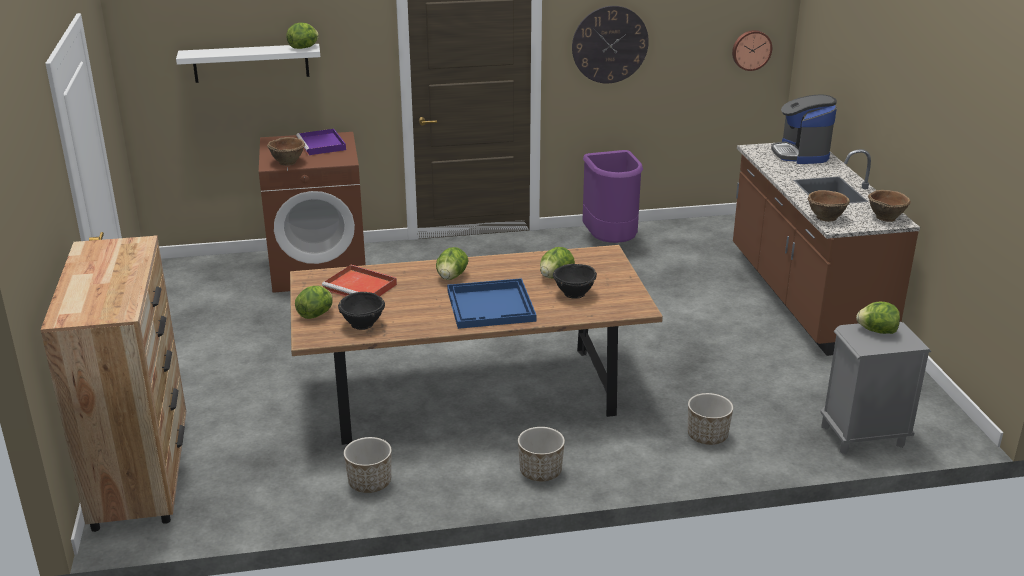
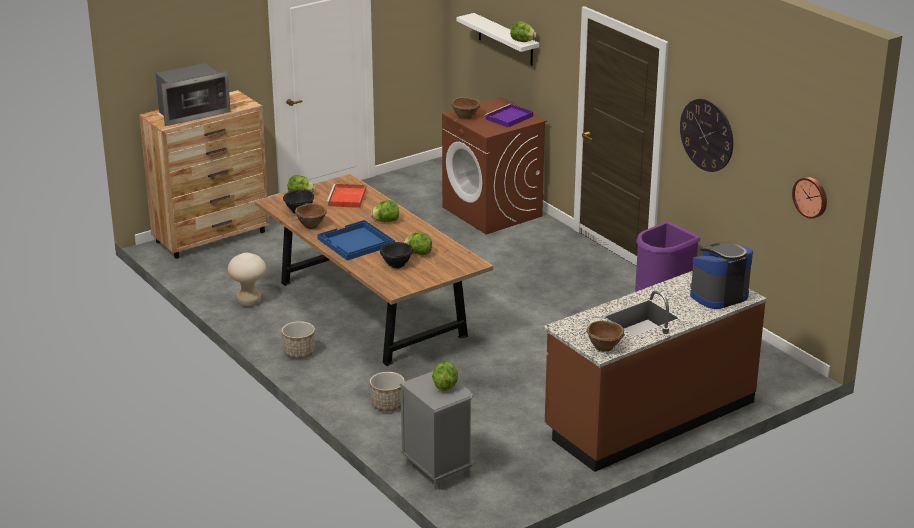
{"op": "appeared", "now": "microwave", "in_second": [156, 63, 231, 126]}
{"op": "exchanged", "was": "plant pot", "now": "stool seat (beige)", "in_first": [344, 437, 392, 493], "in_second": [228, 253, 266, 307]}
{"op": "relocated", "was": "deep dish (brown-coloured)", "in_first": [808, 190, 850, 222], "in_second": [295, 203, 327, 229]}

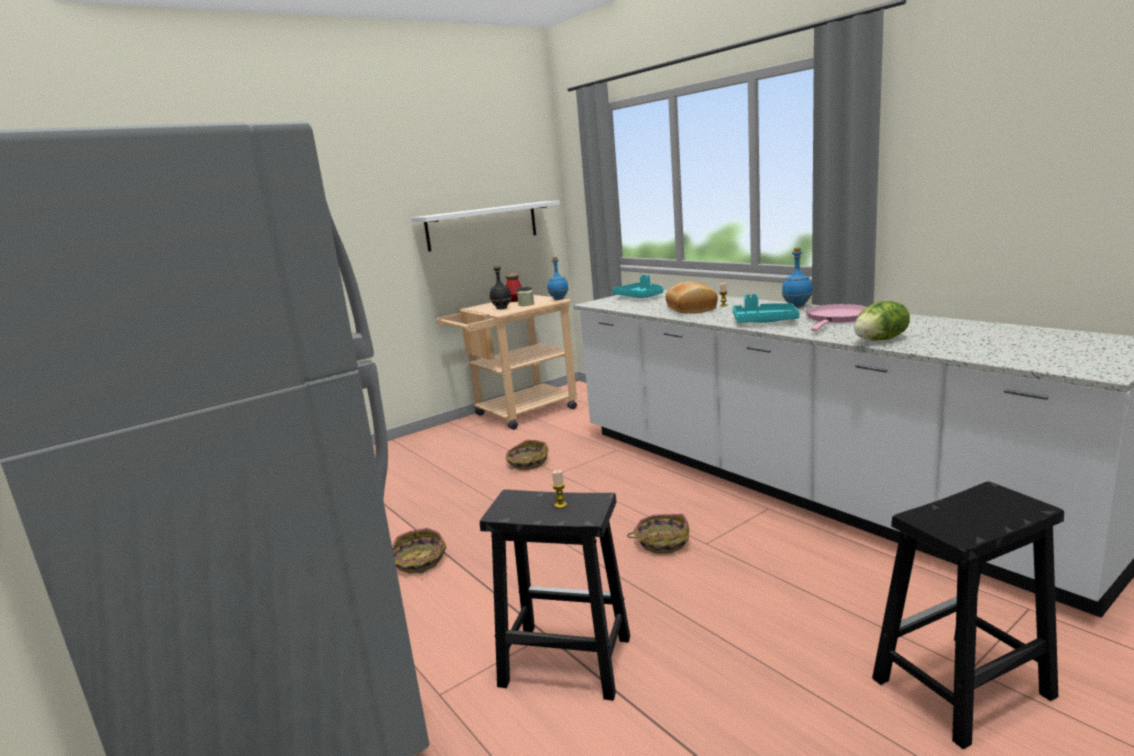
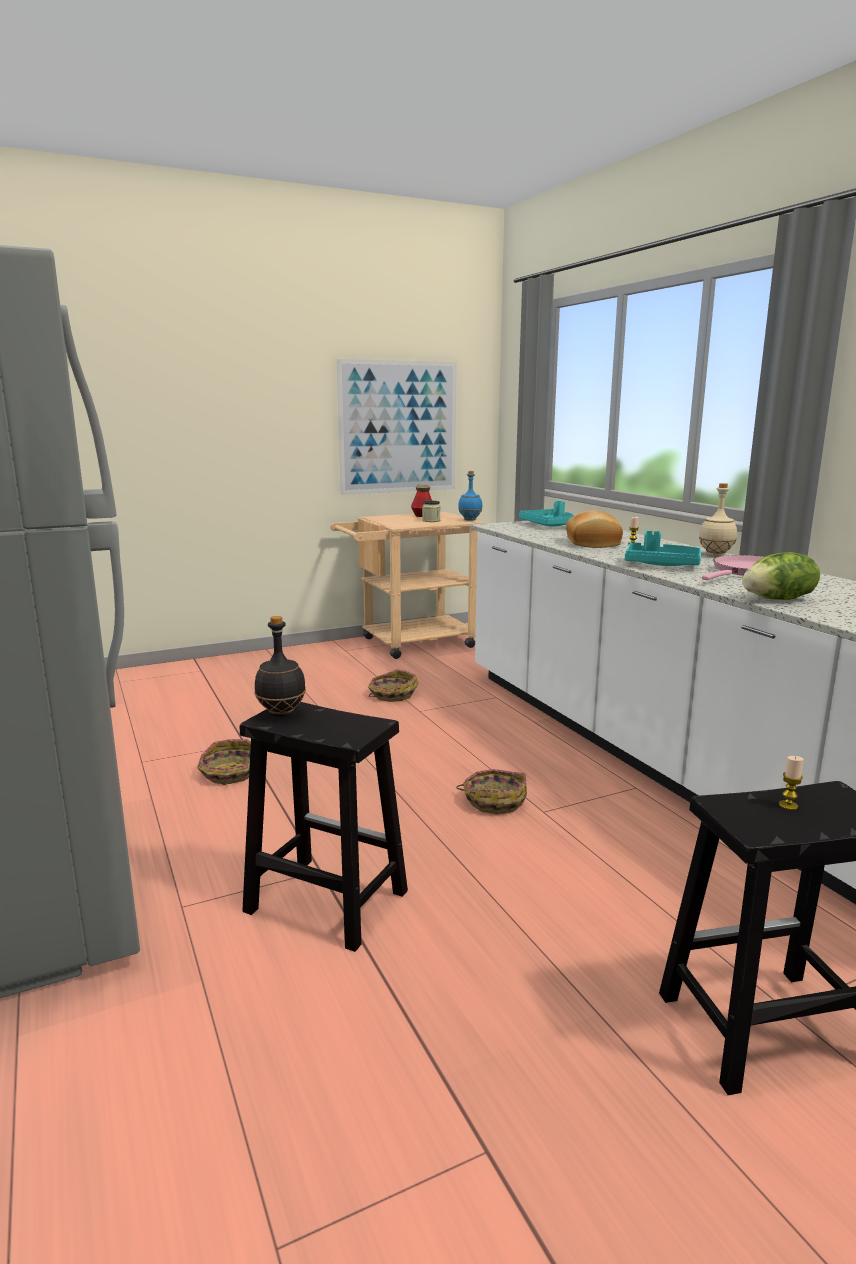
{"op": "relocated", "was": "bottle (black-coloured)", "in_first": [490, 265, 512, 309], "in_second": [255, 616, 306, 717]}
{"op": "exchanged", "was": "bracket shelf (white-coloured)", "now": "picture", "in_first": [411, 201, 560, 252], "in_second": [337, 359, 457, 495]}
{"op": "colour", "was": "bottle (bluish)", "now": "bottle (beige)", "in_first": [782, 248, 813, 308], "in_second": [699, 483, 737, 556]}
{"op": "relocated", "was": "candle", "in_first": [552, 470, 567, 508], "in_second": [779, 756, 804, 810]}

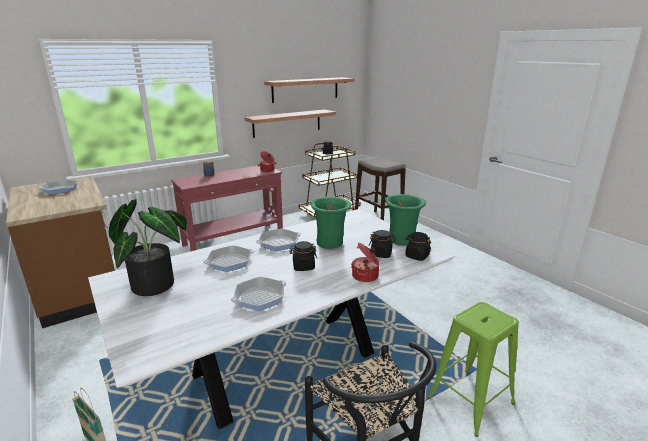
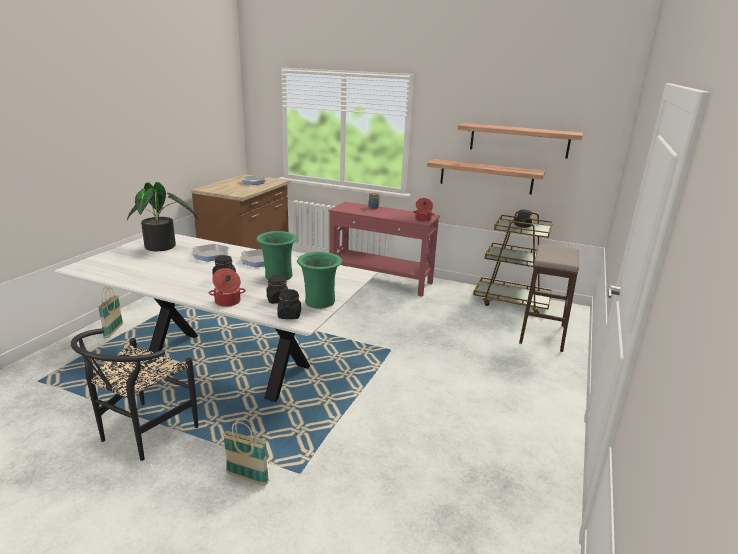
{"op": "exchanged", "was": "stool seat (greenish)", "now": "basket", "in_first": [428, 302, 519, 437], "in_second": [223, 418, 269, 486]}
{"op": "missing", "was": "skillet", "in_first": [231, 277, 286, 311]}

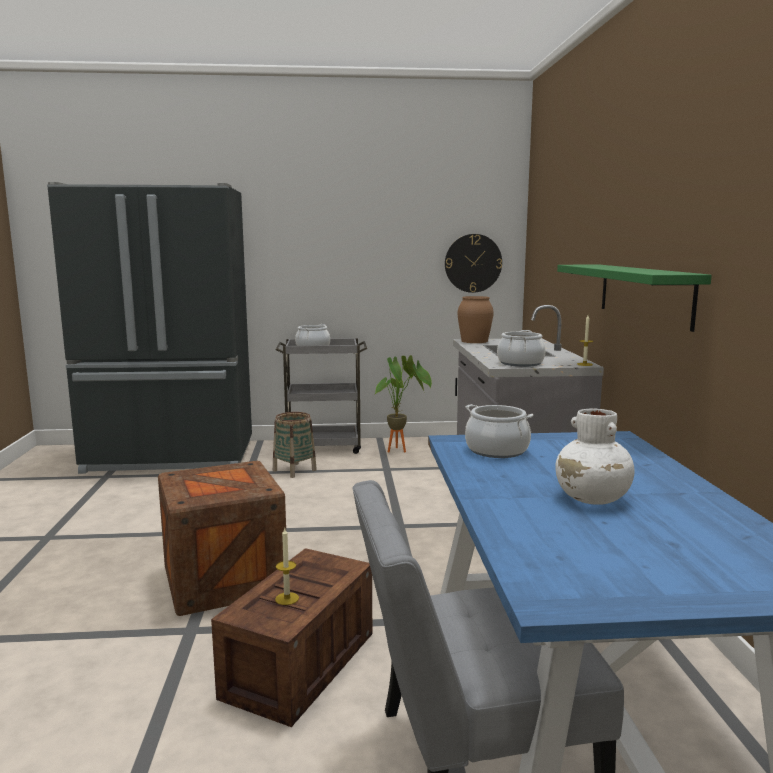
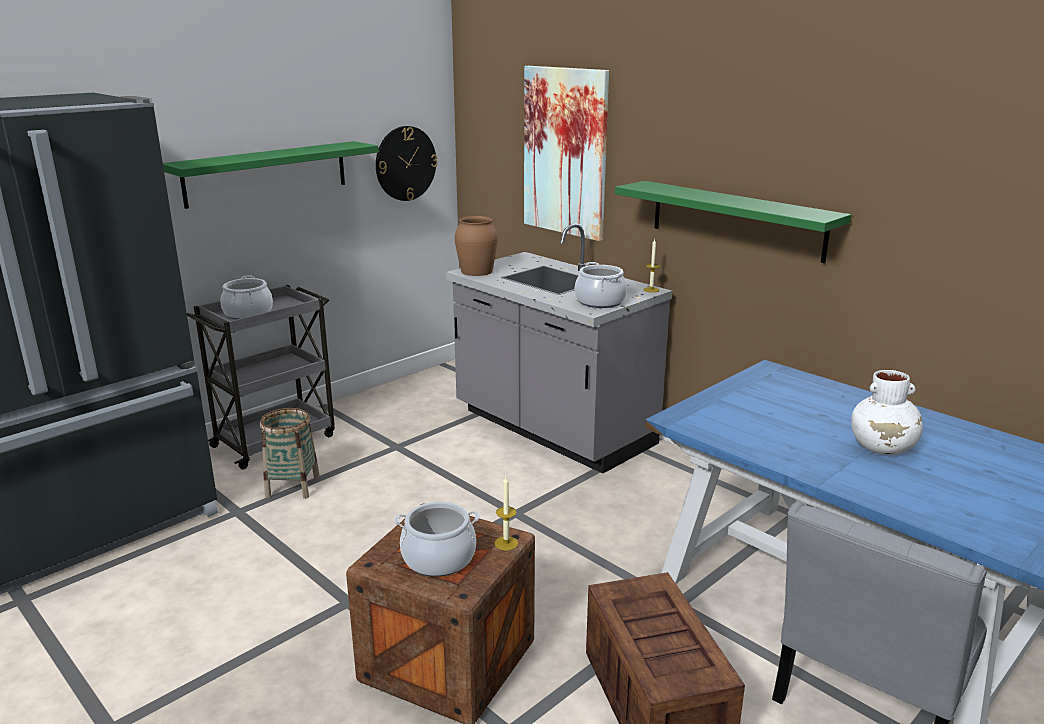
{"op": "appeared", "now": "bracket shelf (greenish)", "in_second": [163, 141, 379, 209]}
{"op": "relocated", "was": "saucepot", "in_first": [465, 404, 533, 458], "in_second": [395, 502, 479, 577]}
{"op": "relocated", "was": "candle", "in_first": [275, 528, 299, 605], "in_second": [494, 477, 518, 551]}
{"op": "appeared", "now": "picture", "in_second": [524, 66, 609, 241]}
{"op": "missing", "was": "houseplant", "in_first": [374, 355, 432, 452]}

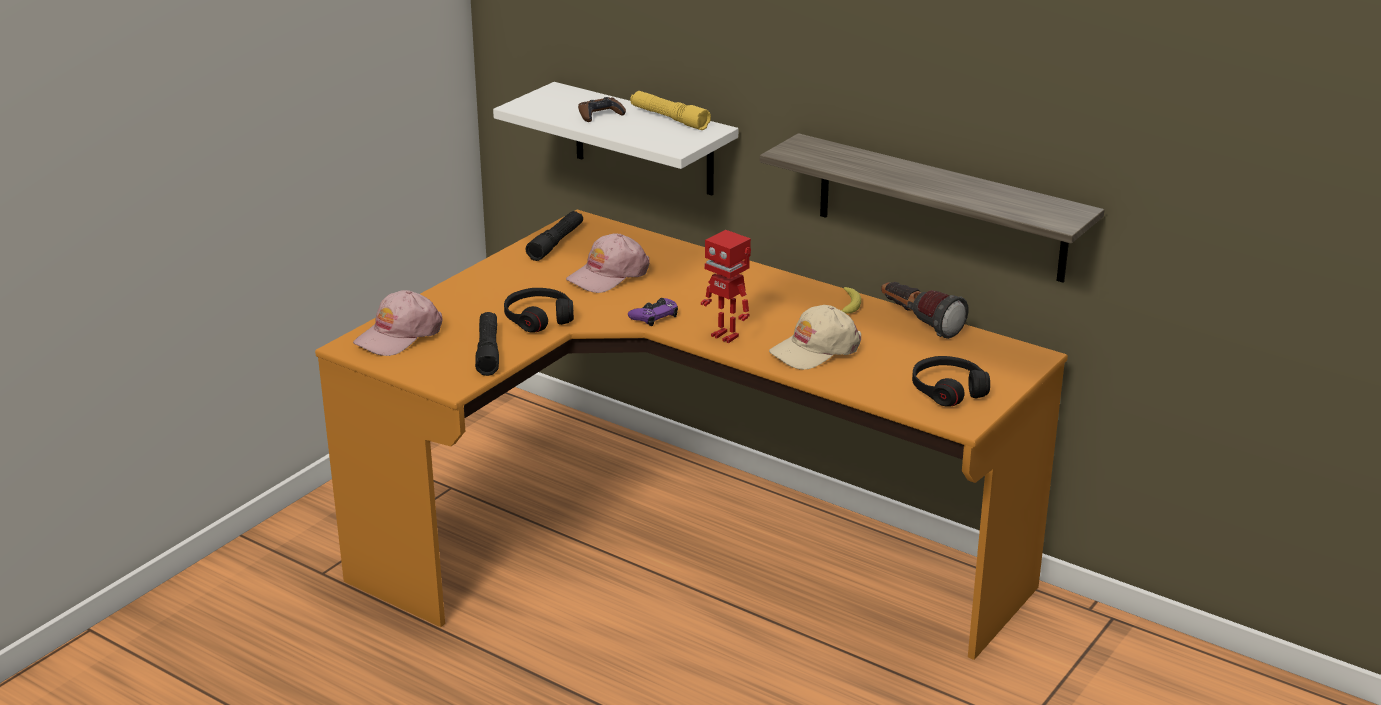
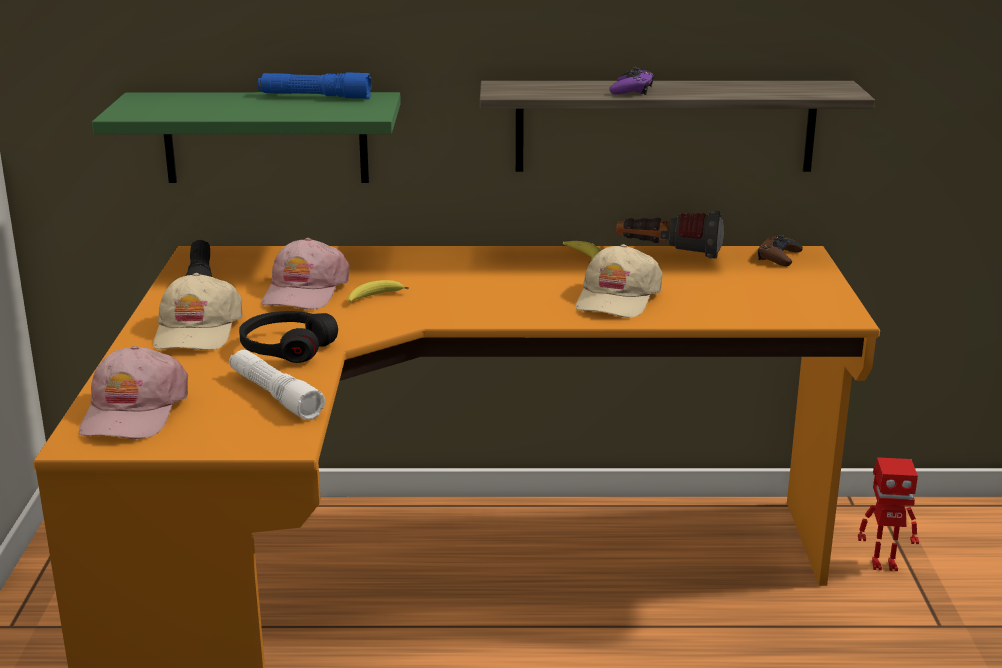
{"op": "colour", "was": "bracket shelf (white-coloured)", "now": "bracket shelf (greenish)", "in_first": [493, 82, 738, 195], "in_second": [92, 92, 401, 183]}
{"op": "appeared", "now": "peaked cap (beige)", "in_second": [153, 273, 242, 350]}
{"op": "colour", "was": "torch (black-coloured)", "now": "torch (white-coloured)", "in_first": [475, 312, 499, 376], "in_second": [229, 350, 325, 420]}
{"op": "colour", "was": "torch (yellow)", "now": "torch (bluish)", "in_first": [630, 91, 711, 130], "in_second": [258, 72, 372, 99]}
{"op": "appeared", "now": "banana fruit", "in_second": [348, 280, 409, 302]}
{"op": "relocated", "was": "game controller (purplish)", "in_first": [628, 298, 678, 326], "in_second": [609, 67, 654, 95]}
{"op": "relocated", "was": "game controller (brown-coloured)", "in_first": [578, 97, 626, 122], "in_second": [758, 235, 803, 266]}
{"op": "relocated", "was": "robot figure", "in_first": [701, 230, 751, 343], "in_second": [858, 457, 919, 571]}
{"op": "missing", "was": "headphones (black-coloured)", "in_first": [912, 356, 990, 407]}

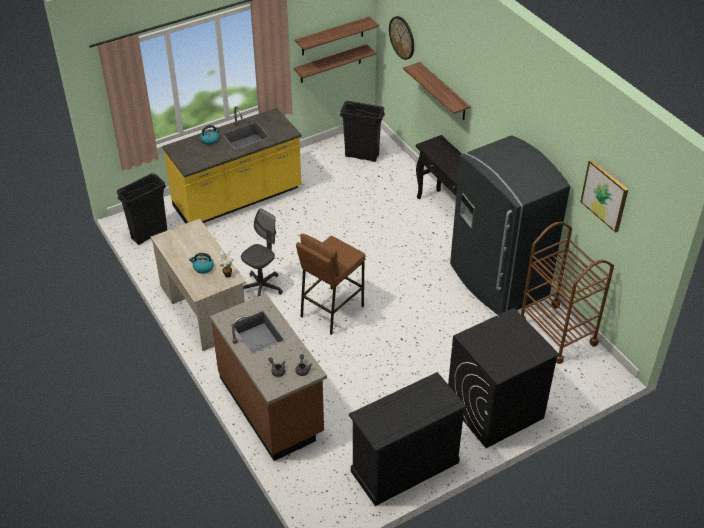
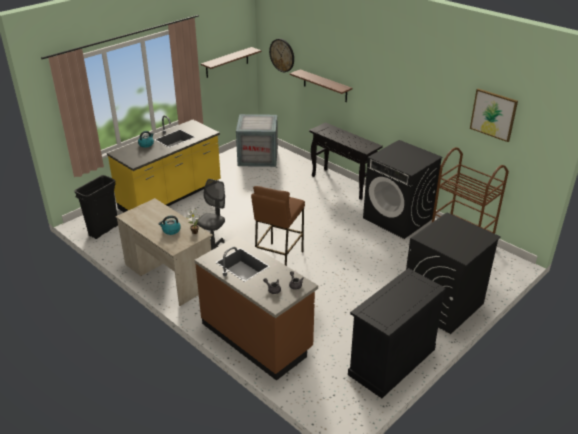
{"op": "exchanged", "was": "trash can (black-coloured)", "now": "packing crate", "in_first": [340, 101, 385, 162], "in_second": [236, 114, 278, 167]}
{"op": "exchanged", "was": "kitchen fridge (gray)", "now": "laundry appliance (black-coloured)", "in_first": [450, 135, 570, 315], "in_second": [363, 140, 443, 239]}
{"op": "missing", "was": "bracket shelf", "in_first": [294, 44, 376, 83]}

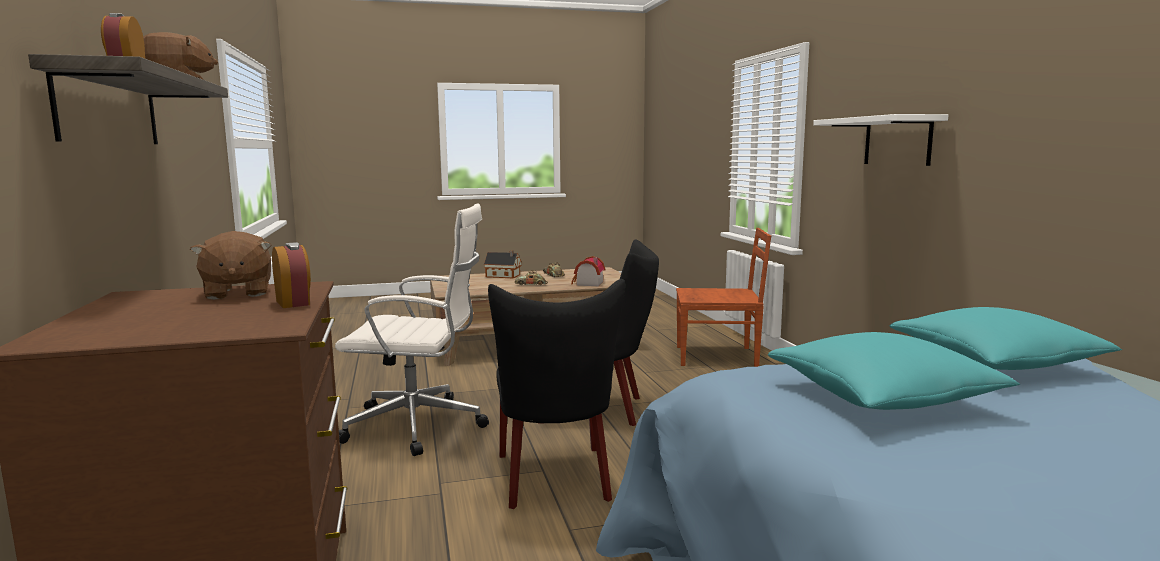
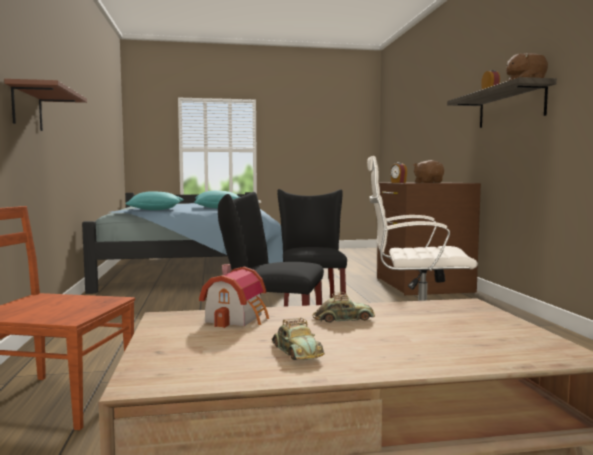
{"op": "colour", "was": "bracket shelf (white-coloured)", "now": "bracket shelf (brown-coloured)", "in_first": [813, 114, 948, 166], "in_second": [4, 79, 87, 131]}
{"op": "missing", "was": "model house", "in_first": [484, 251, 522, 278]}

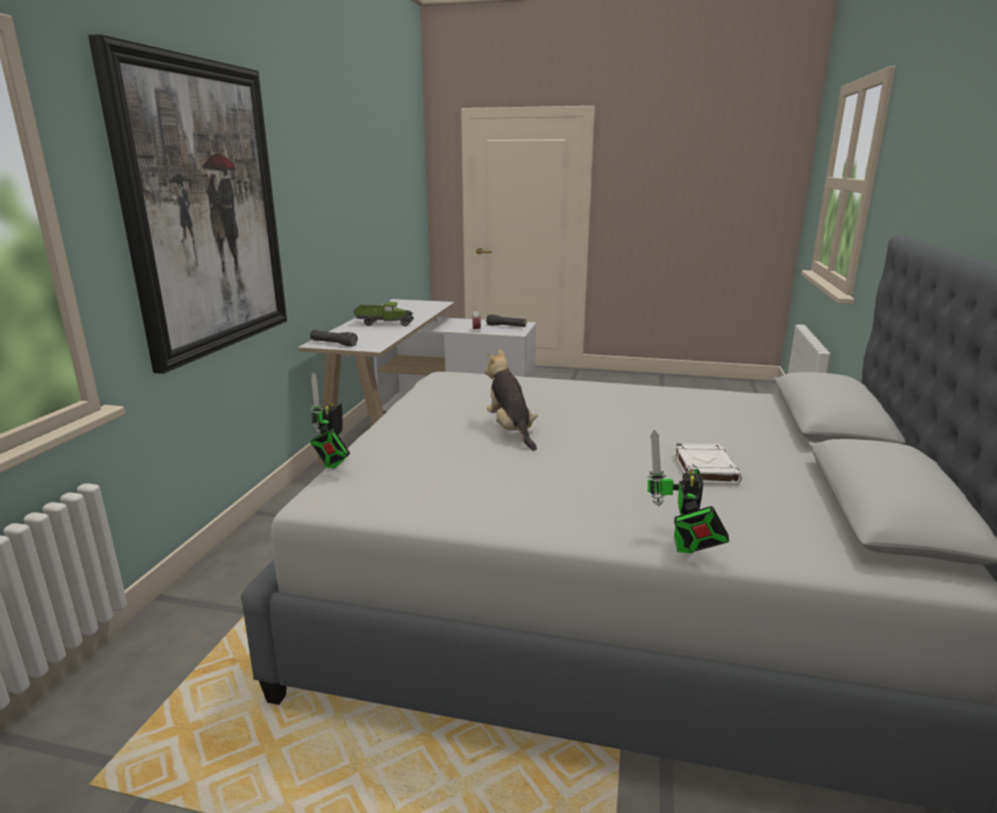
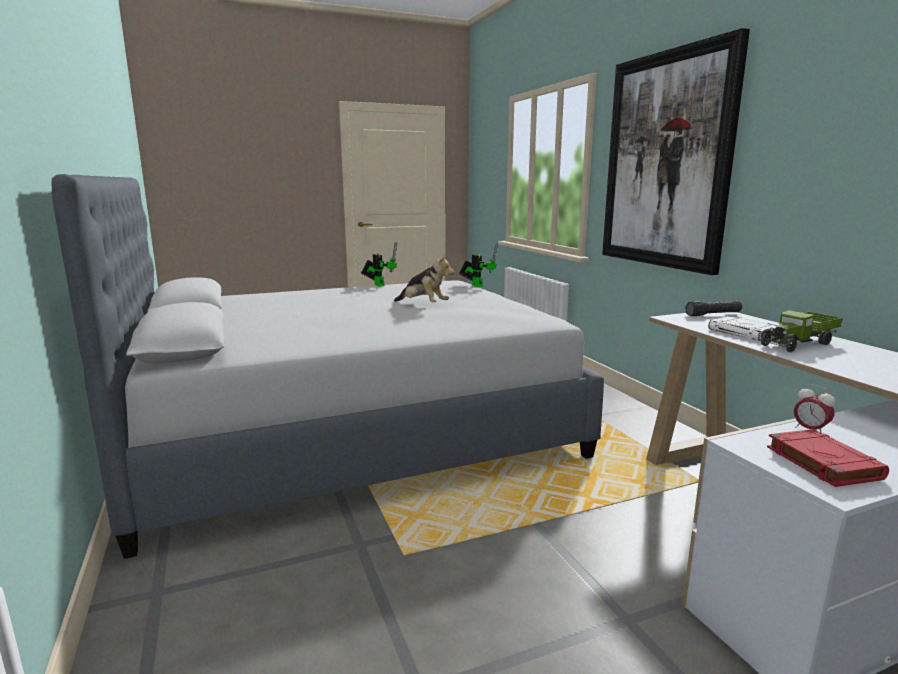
{"op": "relocated", "was": "robot figure", "in_first": [648, 430, 729, 553], "in_second": [361, 242, 397, 286]}
{"op": "relocated", "was": "bound book (white-coloured)", "in_first": [674, 443, 742, 485], "in_second": [708, 316, 778, 341]}
{"op": "exchanged", "was": "torch (black-coloured)", "now": "bound book (red-coloured)", "in_first": [486, 314, 526, 327], "in_second": [767, 429, 889, 487]}

